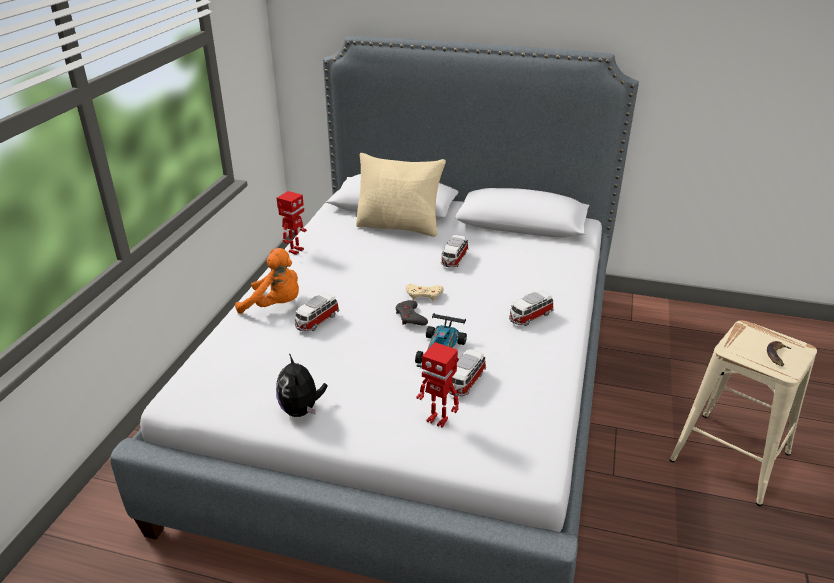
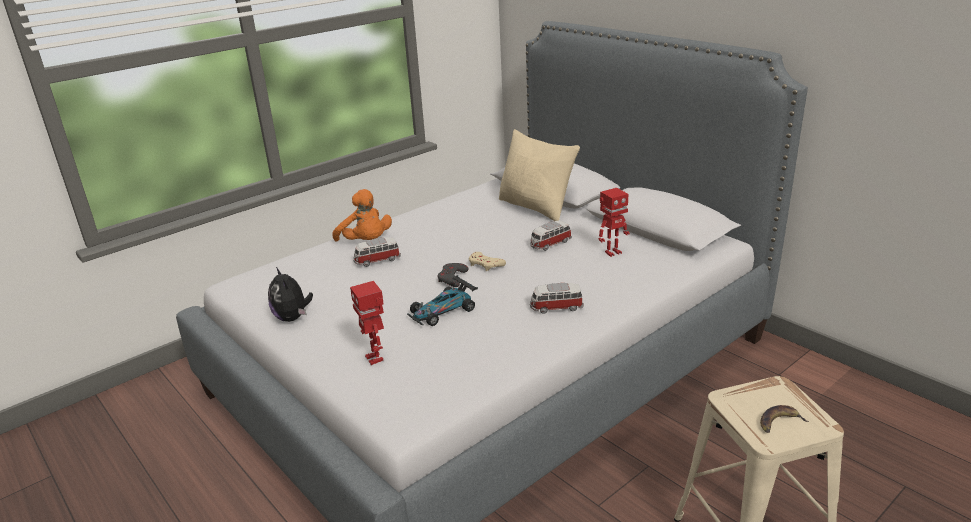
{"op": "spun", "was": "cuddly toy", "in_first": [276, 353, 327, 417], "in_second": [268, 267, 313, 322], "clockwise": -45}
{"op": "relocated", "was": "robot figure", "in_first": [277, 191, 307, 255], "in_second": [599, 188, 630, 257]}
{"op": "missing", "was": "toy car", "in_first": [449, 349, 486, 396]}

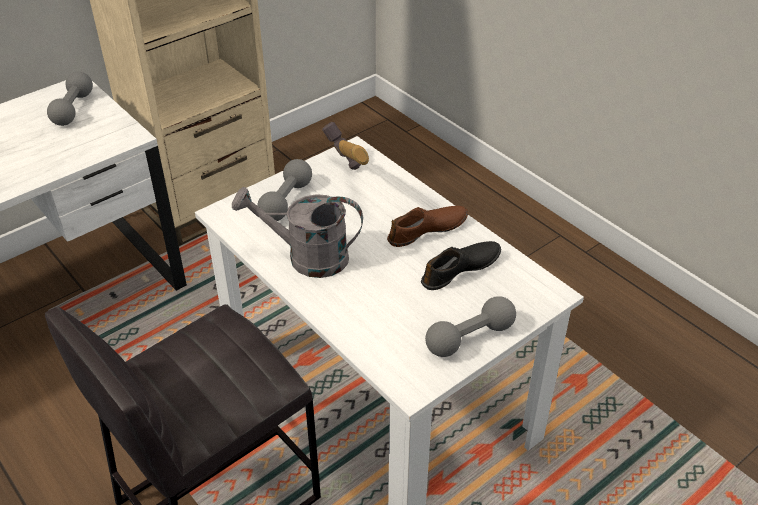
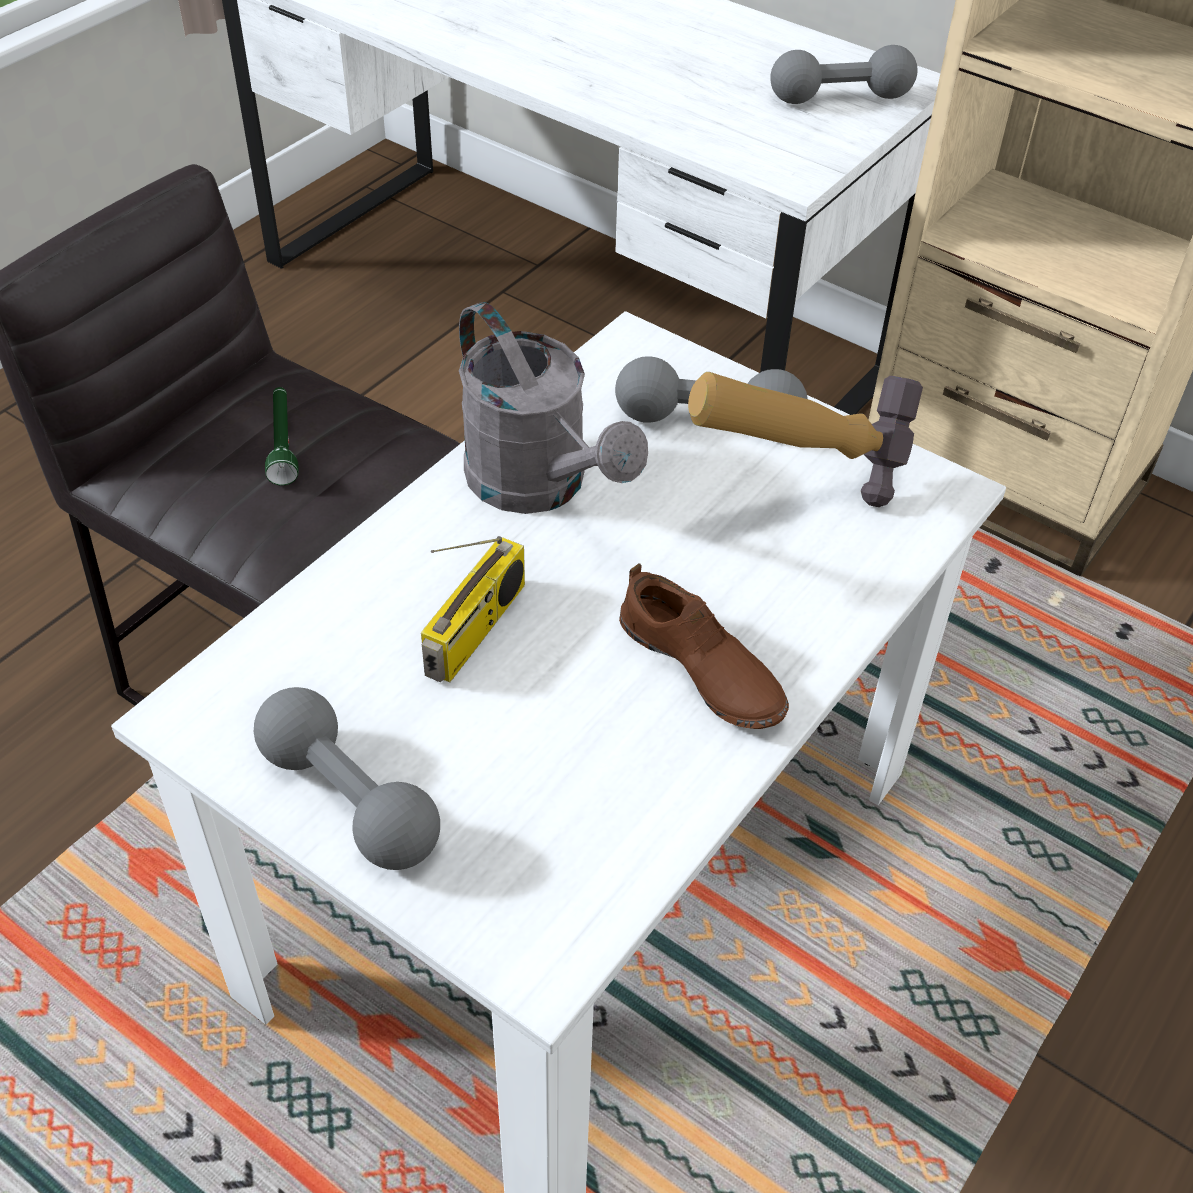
{"op": "appeared", "now": "torch (greenish)", "in_second": [265, 387, 298, 485]}
{"op": "appeared", "now": "radio", "in_second": [421, 536, 525, 683]}
{"op": "spun", "was": "watering can (gray)", "in_first": [232, 187, 363, 278], "in_second": [459, 302, 648, 514], "clockwise": 150}
{"op": "missing", "was": "shoe (black-coloured)", "in_first": [421, 241, 501, 290]}

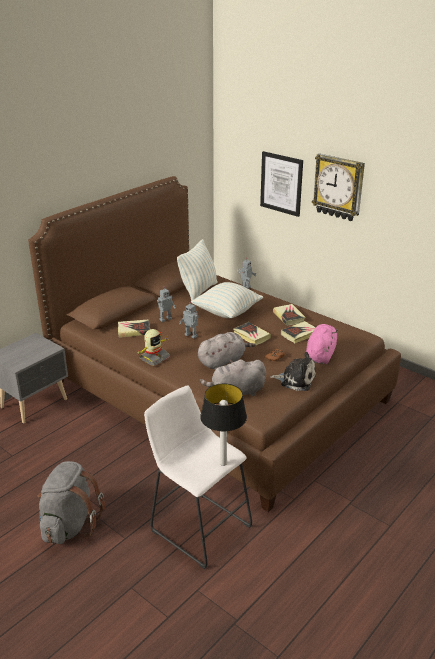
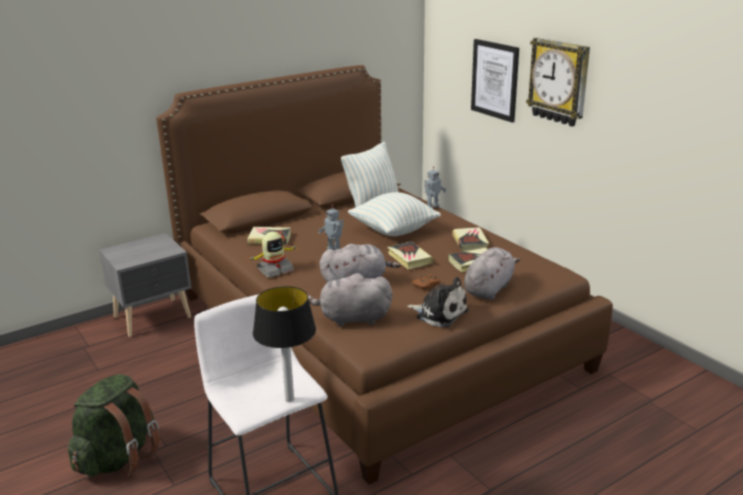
{"op": "colour", "was": "knapsack (gray)", "now": "knapsack (greenish)", "in_first": [38, 461, 105, 544], "in_second": [68, 374, 160, 477]}
{"op": "colour", "was": "cuddly toy (pinkish)", "now": "cuddly toy (gray)", "in_first": [306, 324, 337, 364], "in_second": [464, 247, 520, 300]}
{"op": "missing", "was": "robot figure", "in_first": [157, 286, 176, 322]}

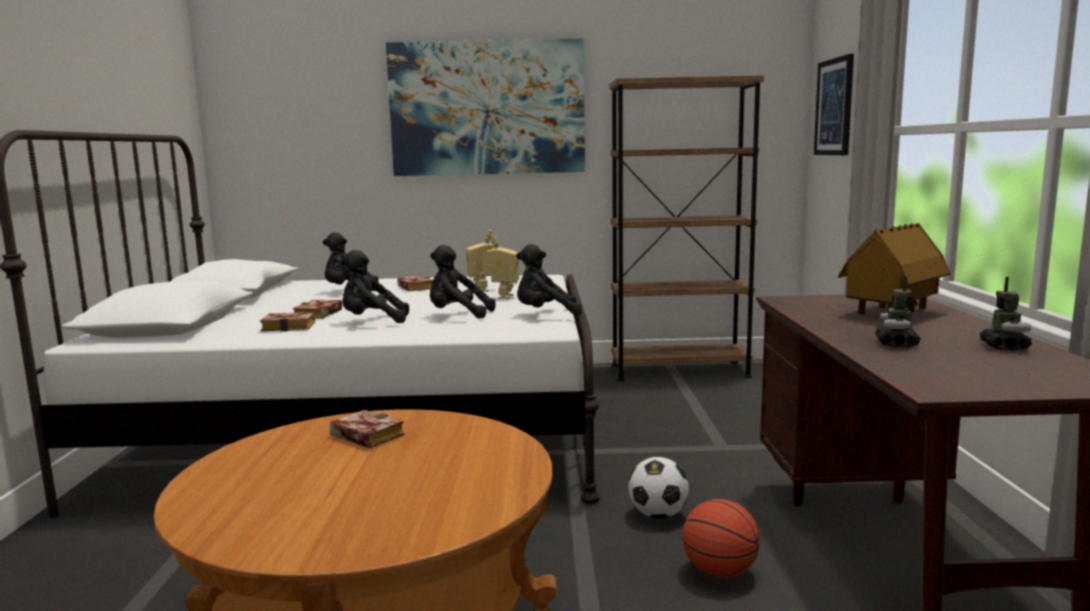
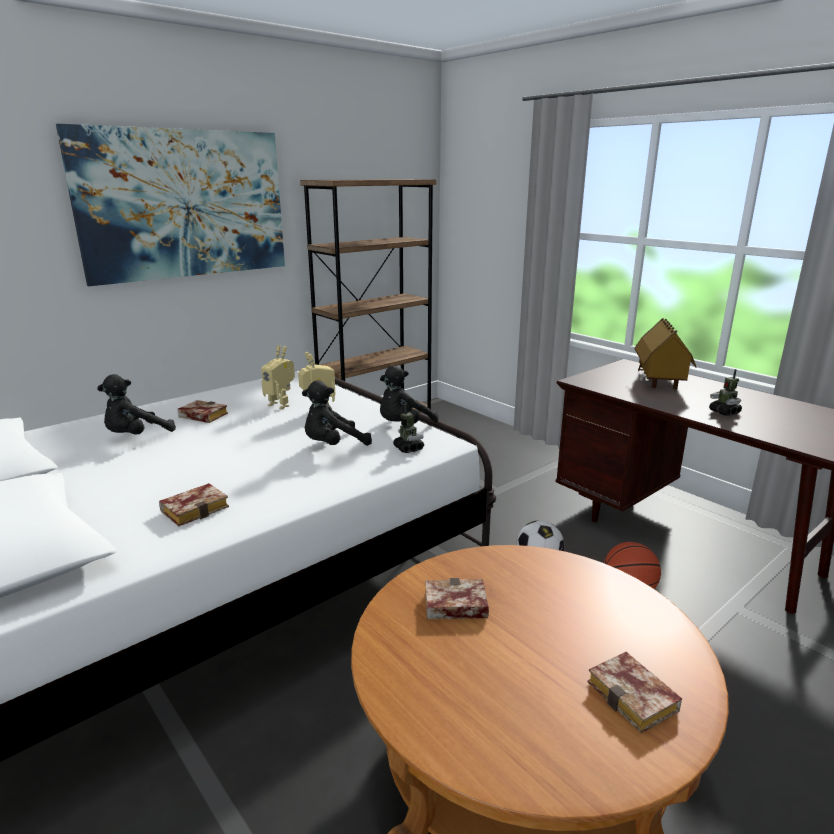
{"op": "relocated", "was": "robot figure", "in_first": [980, 277, 1032, 350], "in_second": [393, 404, 424, 453]}
{"op": "relocated", "was": "bound book", "in_first": [293, 300, 342, 319], "in_second": [587, 652, 682, 733]}
{"op": "missing", "was": "cuddly toy (black-coloured)", "in_first": [341, 250, 409, 323]}
{"op": "missing", "was": "picture", "in_first": [814, 54, 854, 155]}

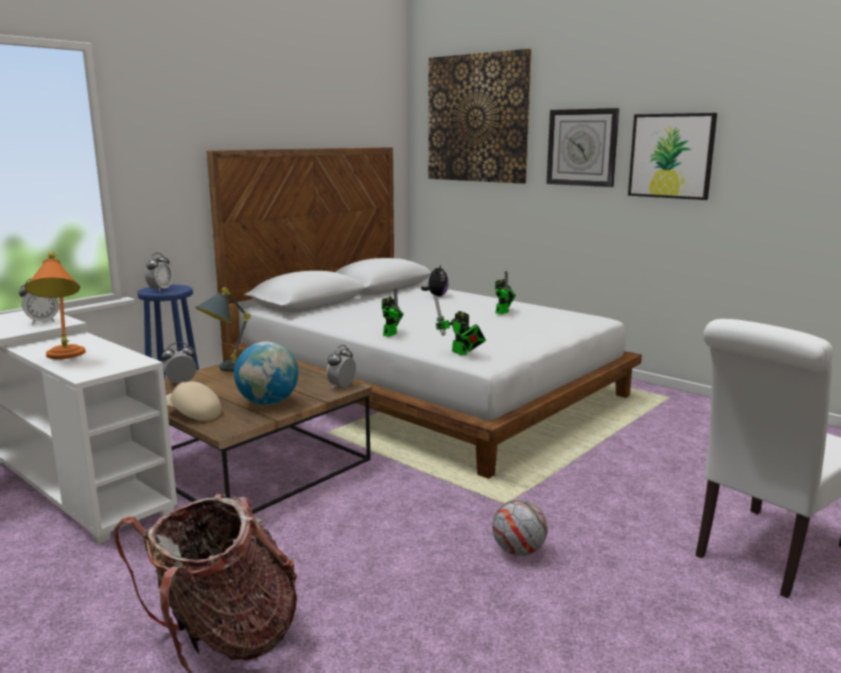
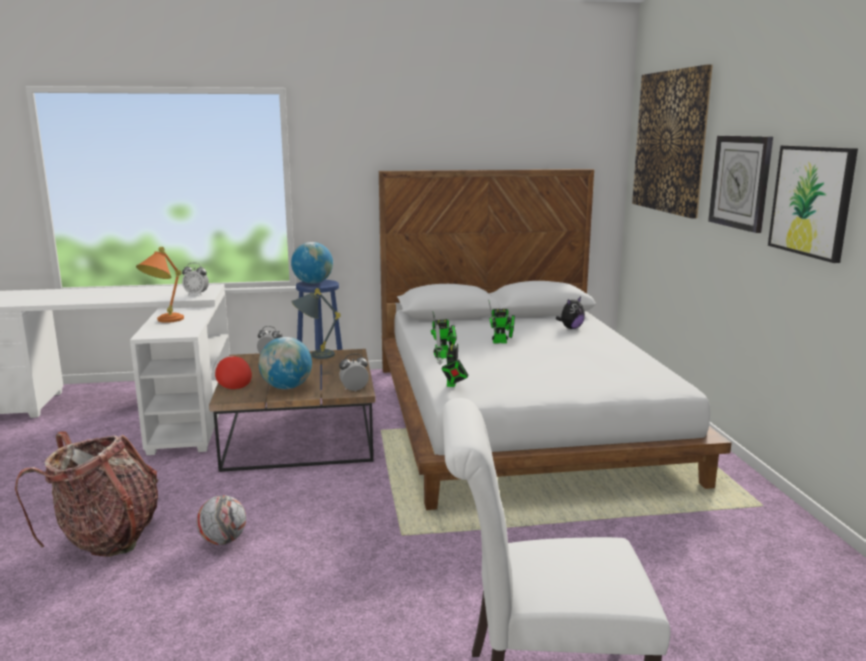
{"op": "relocated", "was": "football ball", "in_first": [492, 499, 548, 556], "in_second": [196, 495, 246, 545]}
{"op": "colour", "was": "peaked cap (beige)", "now": "peaked cap (red-coloured)", "in_first": [166, 381, 221, 421], "in_second": [215, 356, 252, 389]}
{"op": "exchanged", "was": "bedside clock", "now": "desk globe", "in_first": [145, 253, 172, 292], "in_second": [291, 242, 333, 284]}
{"op": "relocated", "was": "robot figure", "in_first": [495, 271, 516, 314], "in_second": [489, 301, 515, 343]}

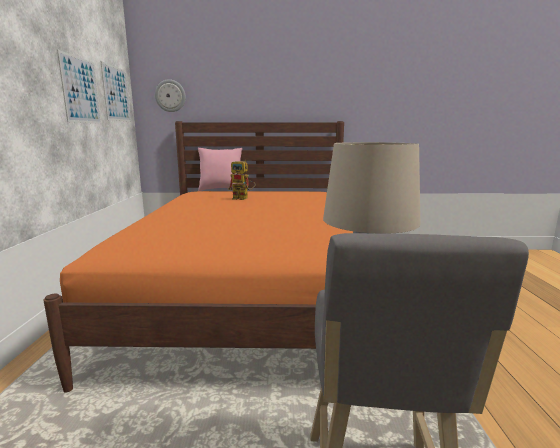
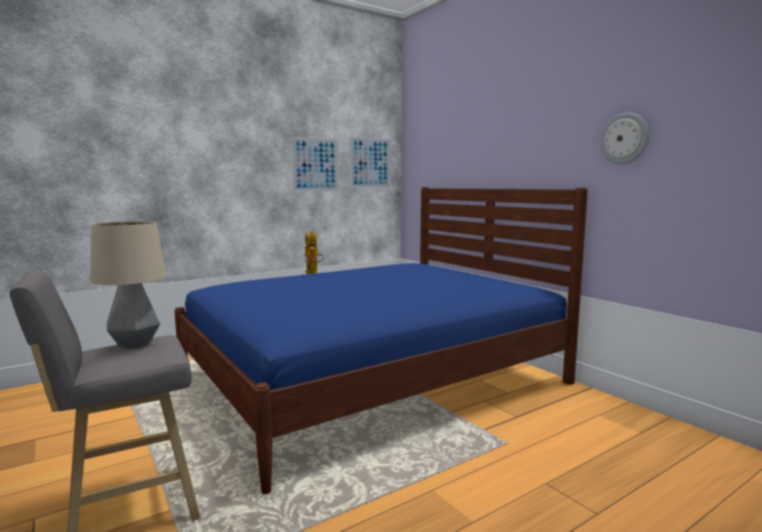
{"op": "colour", "was": "sleeping bed (orangey)", "now": "sleeping bed (bluish)", "in_first": [44, 121, 354, 393], "in_second": [174, 187, 588, 494]}
{"op": "relocated", "was": "robot figure", "in_first": [228, 160, 256, 200], "in_second": [304, 231, 324, 274]}
{"op": "relocated", "was": "hanging clock", "in_first": [155, 79, 186, 112], "in_second": [600, 112, 649, 164]}
{"op": "missing", "was": "cushion (pinkish)", "in_first": [198, 148, 243, 191]}

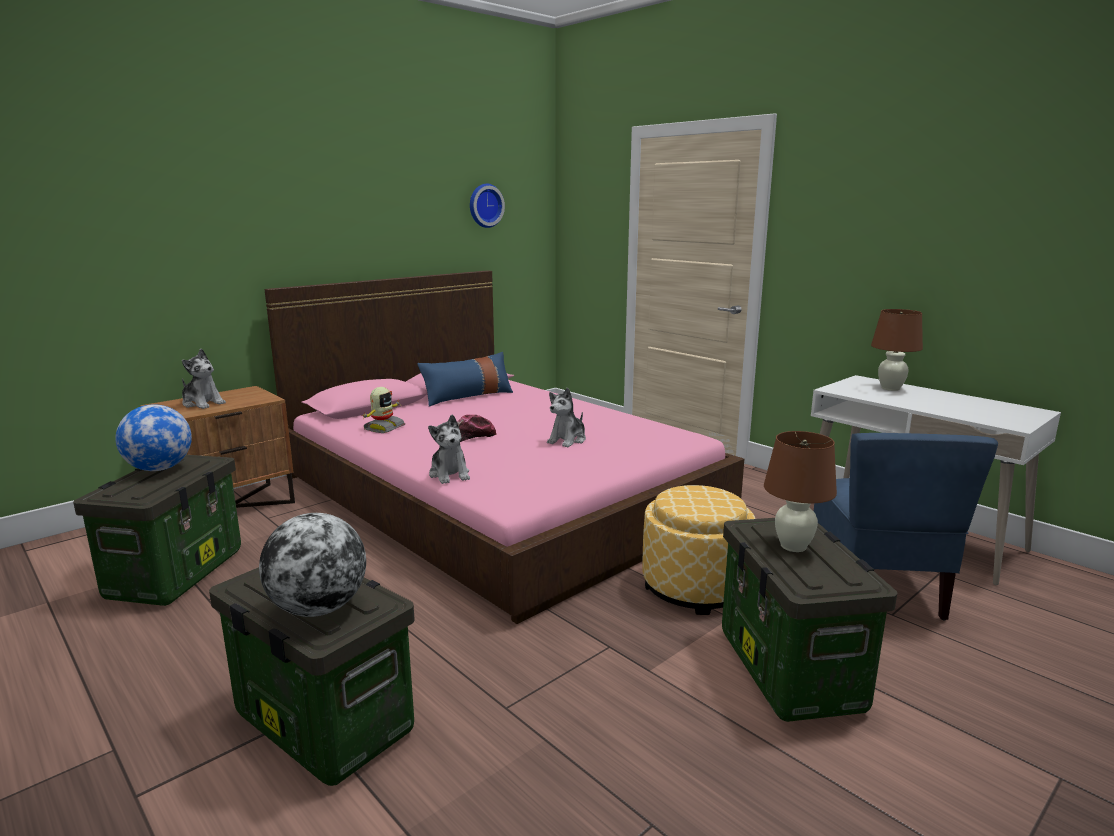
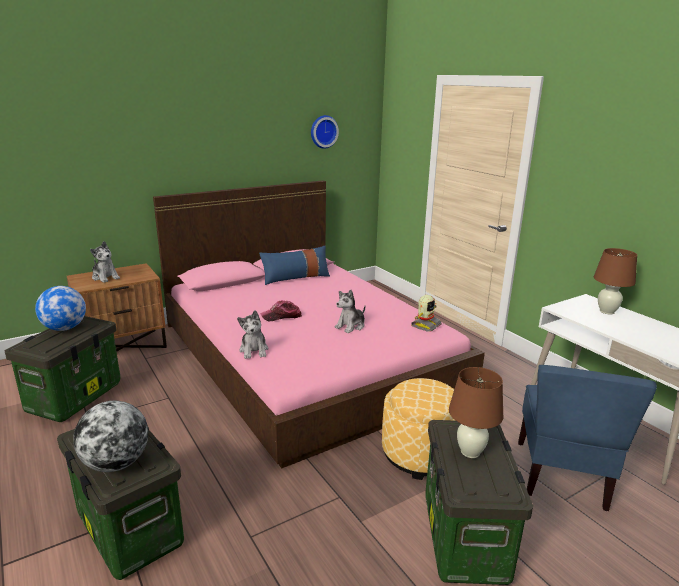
{"op": "relocated", "was": "robot figure", "in_first": [362, 387, 405, 433], "in_second": [411, 295, 442, 332]}

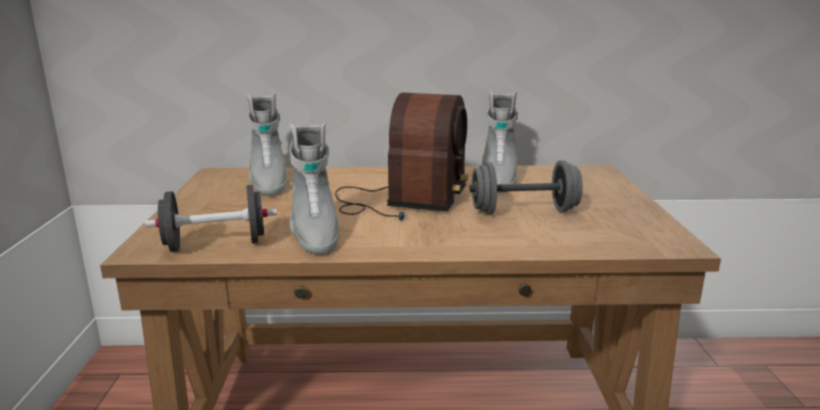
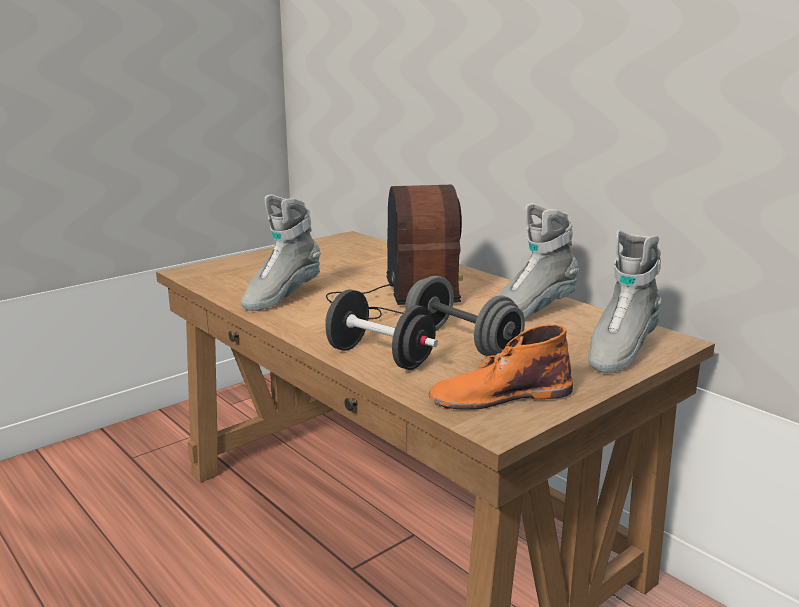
{"op": "relocated", "was": "hand weight (black-coloured)", "in_first": [145, 185, 277, 252], "in_second": [325, 290, 438, 370]}
{"op": "spun", "was": "radio", "in_first": [335, 92, 468, 220], "in_second": [326, 185, 463, 319], "clockwise": -75}
{"op": "appeared", "now": "high-top boot (orangey)", "in_second": [428, 324, 573, 410]}
{"op": "relocated", "was": "high-top boot (gray)", "in_first": [247, 92, 287, 196], "in_second": [588, 230, 661, 373]}

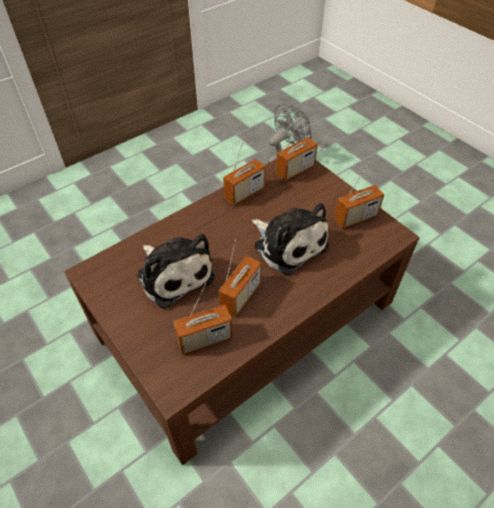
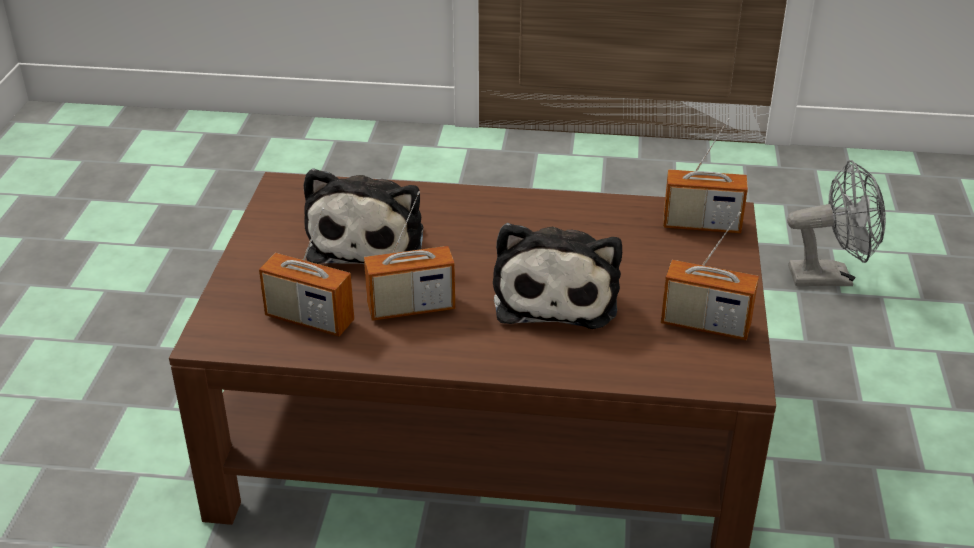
{"op": "missing", "was": "radio", "in_first": [223, 137, 266, 206]}

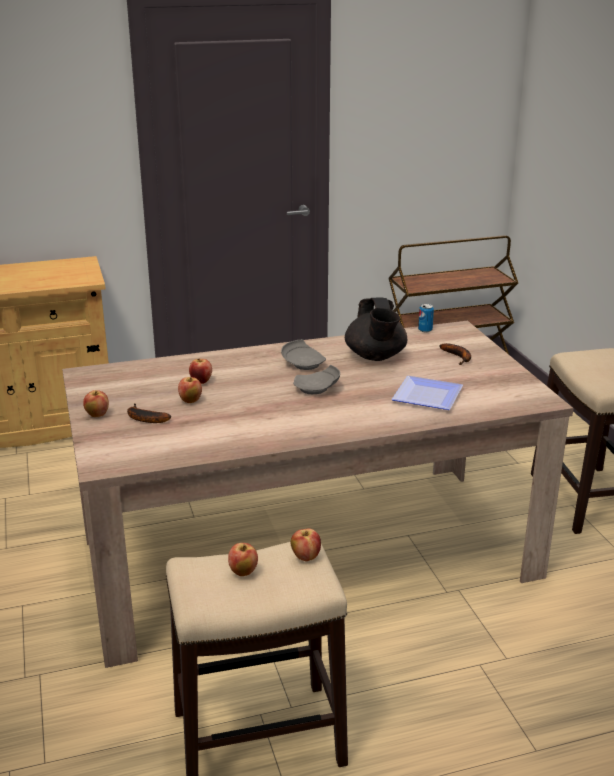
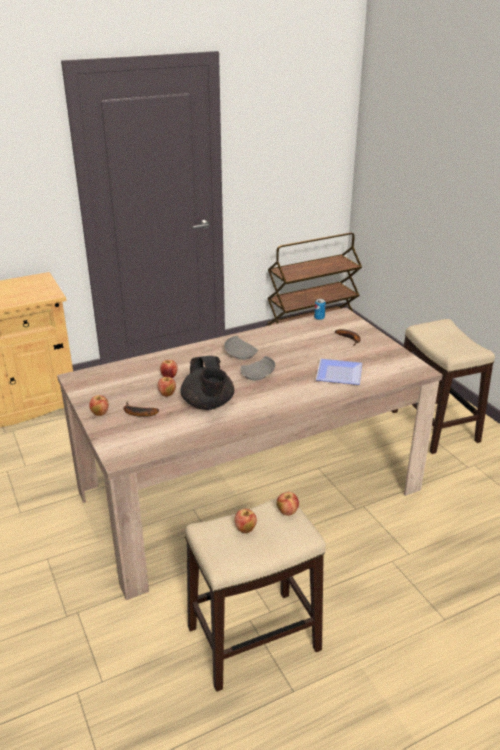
{"op": "relocated", "was": "teapot (black-coloured)", "in_first": [345, 298, 407, 361], "in_second": [180, 356, 234, 410]}

